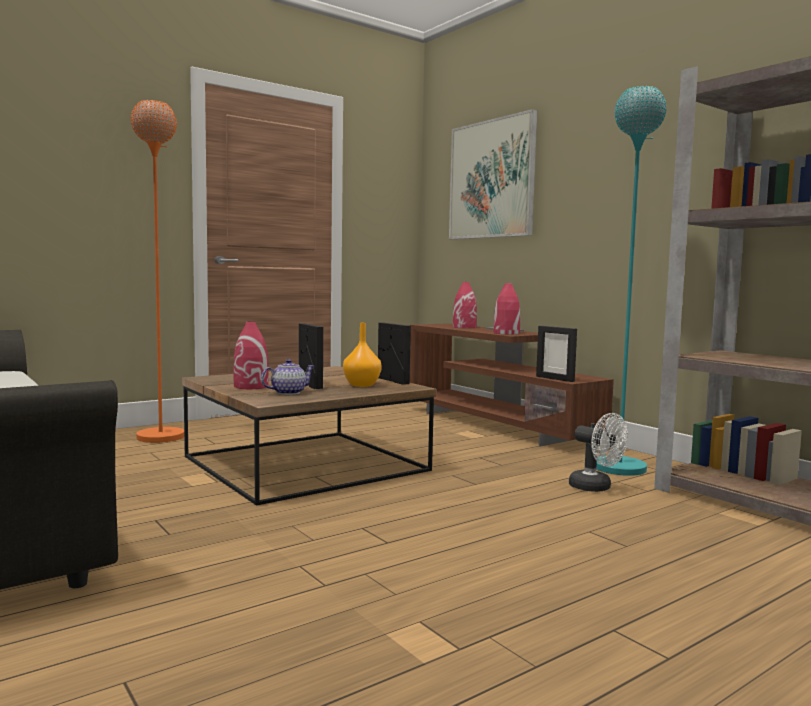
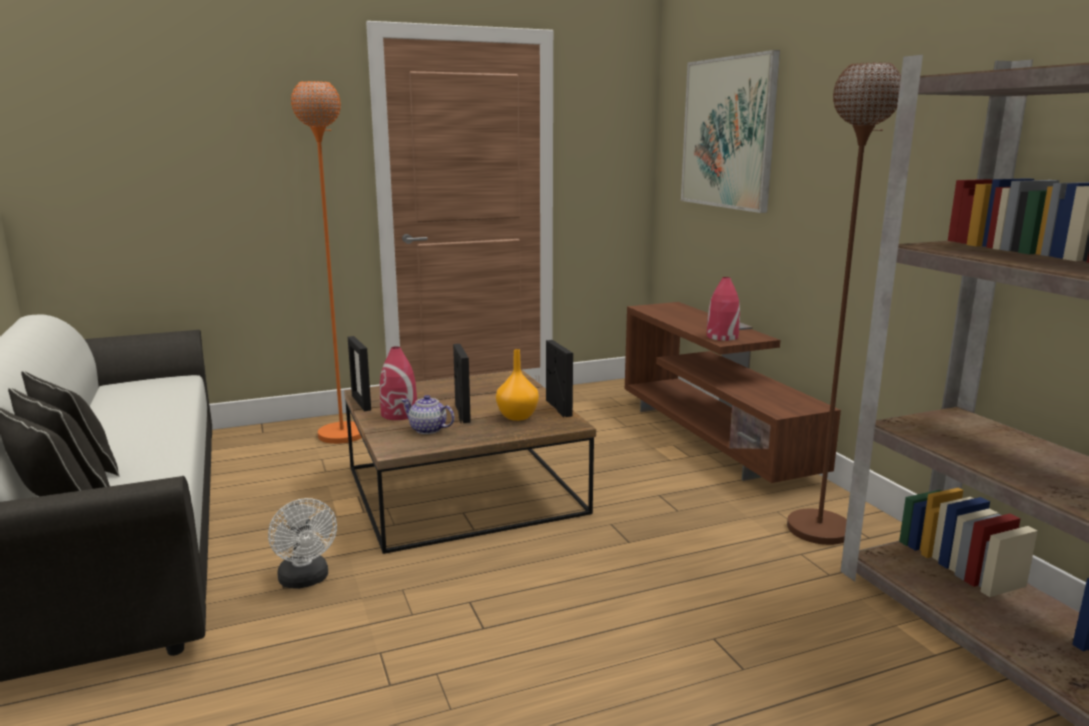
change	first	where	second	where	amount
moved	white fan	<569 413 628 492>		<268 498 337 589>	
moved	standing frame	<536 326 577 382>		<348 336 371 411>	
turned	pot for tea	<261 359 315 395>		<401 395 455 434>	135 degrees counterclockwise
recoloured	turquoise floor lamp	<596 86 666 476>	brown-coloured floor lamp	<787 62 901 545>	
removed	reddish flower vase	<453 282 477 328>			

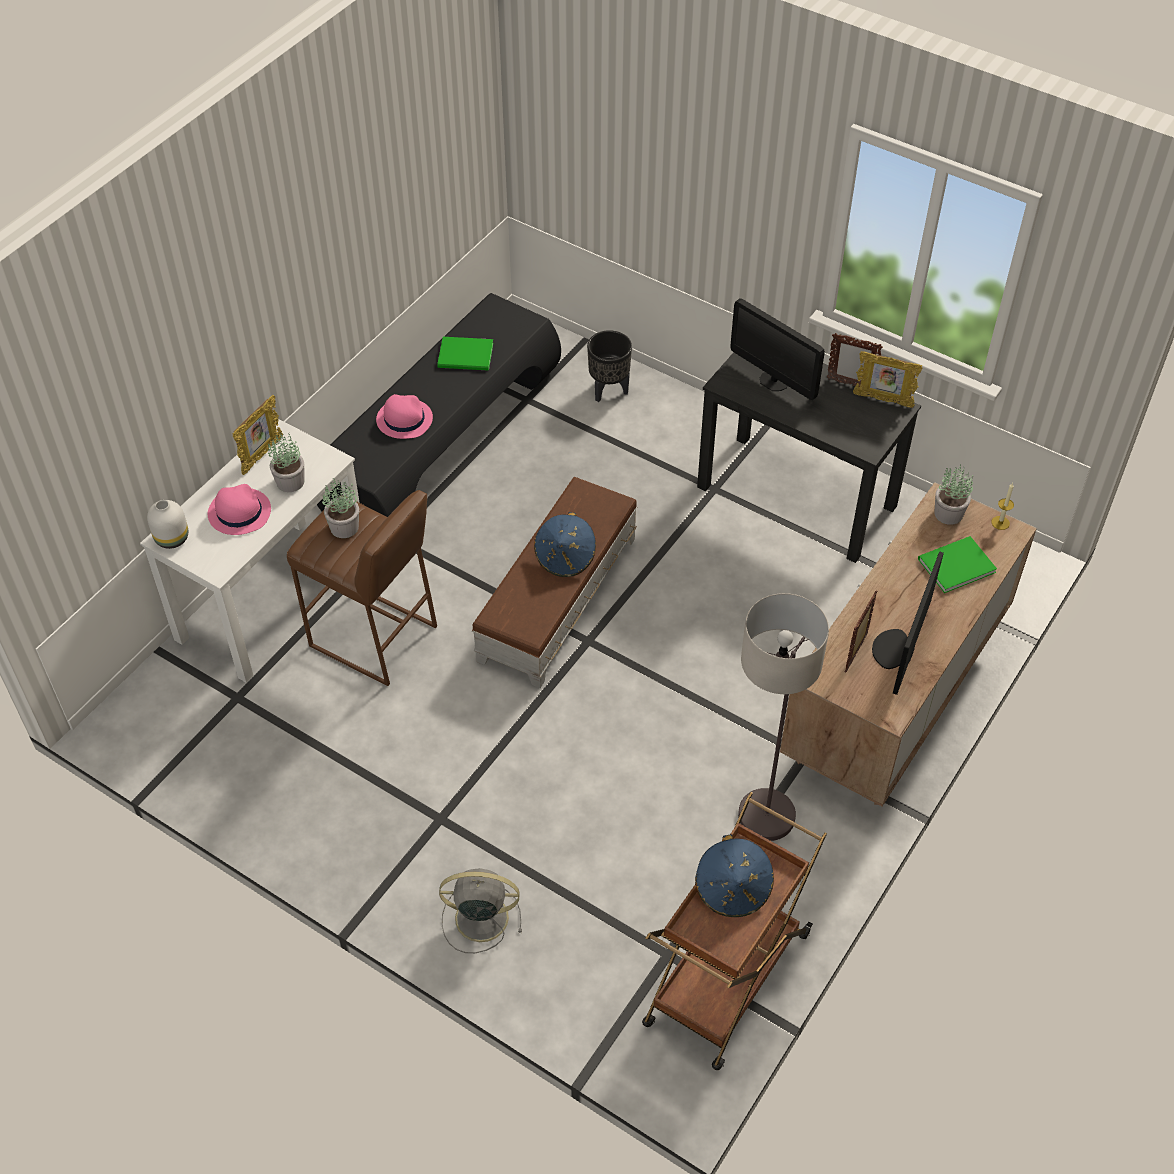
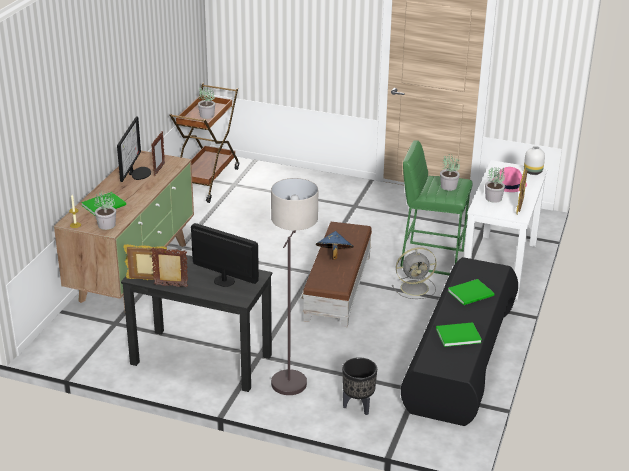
change	first	where	second	where	amount
replaced	blue-coloured clothing hat	<695 834 774 917>	plant in a pot	<198 86 215 119>	
moved	gray floor lamp	<738 593 829 841>		<271 178 318 395>	
moved	gray fan	<439 868 522 953>		<392 247 437 299>	
recoloured	brown-coloured stool seat	<287 490 437 686>	greenish stool seat	<400 140 473 275>	
replaced	pink clothing hat	<376 394 433 439>	greenish book	<448 279 494 305>	

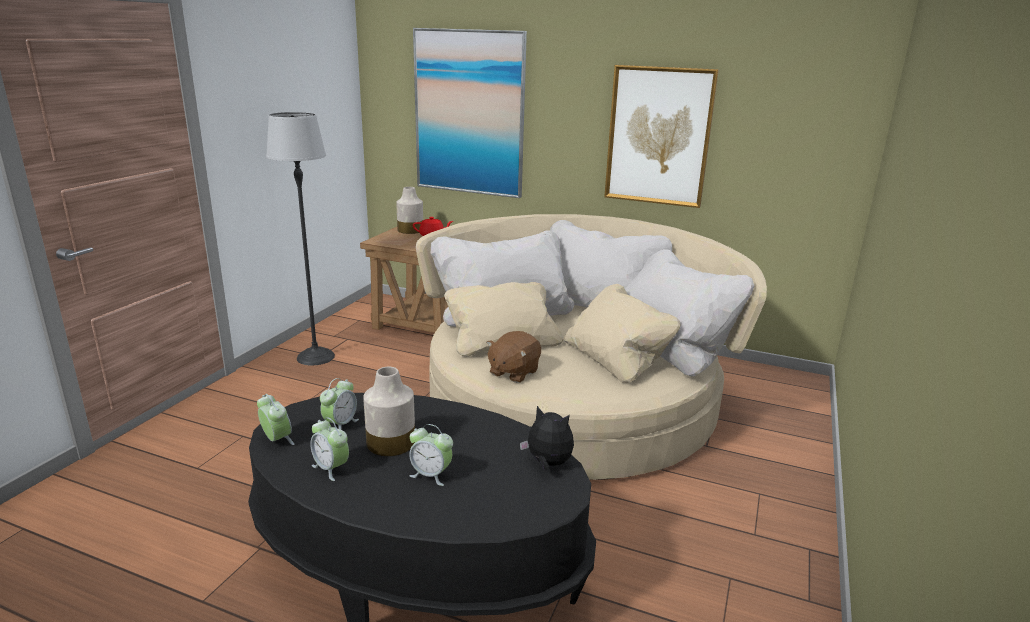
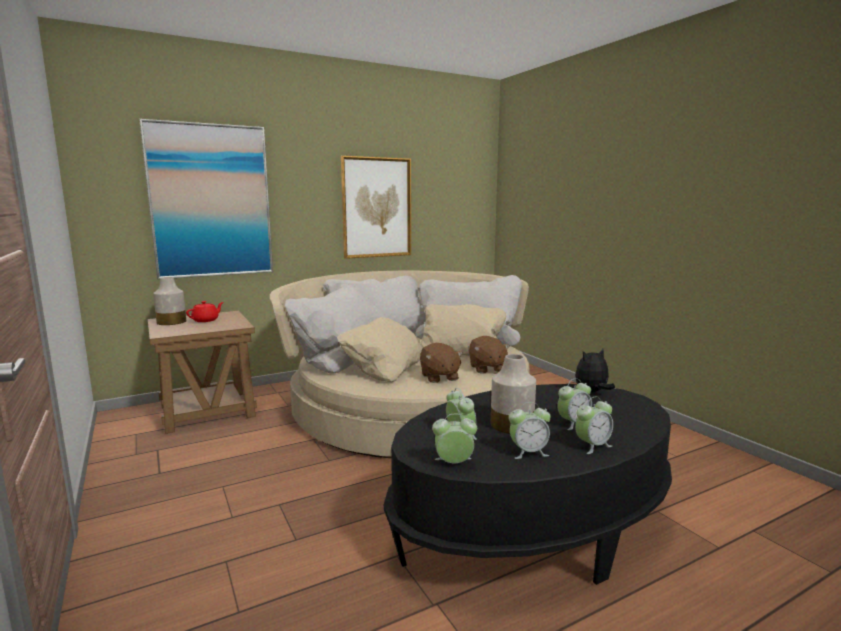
change	first	where	second	where	amount
added			brown-coloured soft toy	<469 336 510 374>	
added			bedside clock	<575 397 613 454>	
removed	floor lamp	<266 112 335 365>			

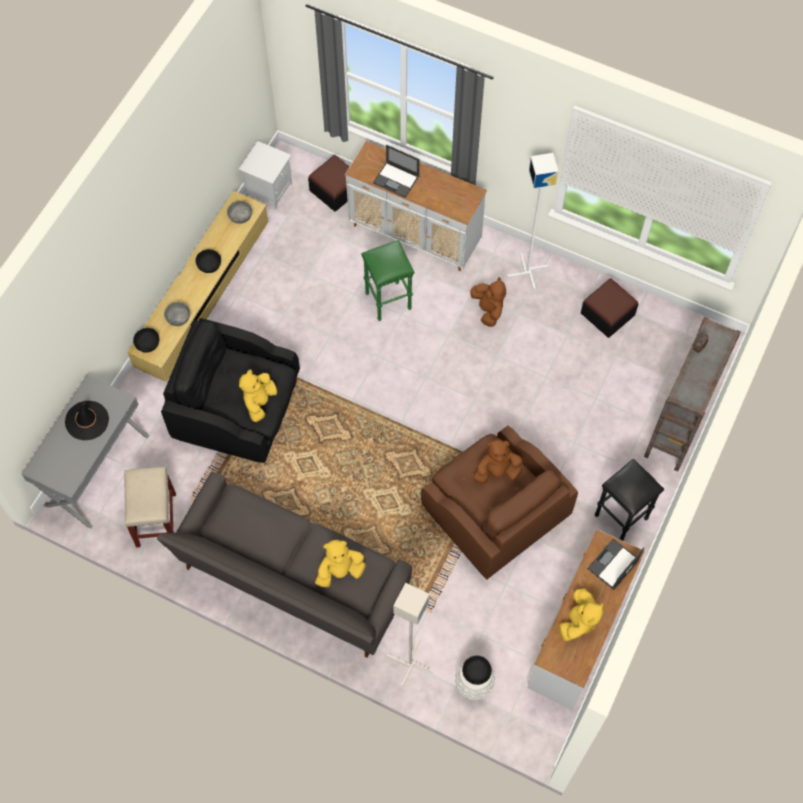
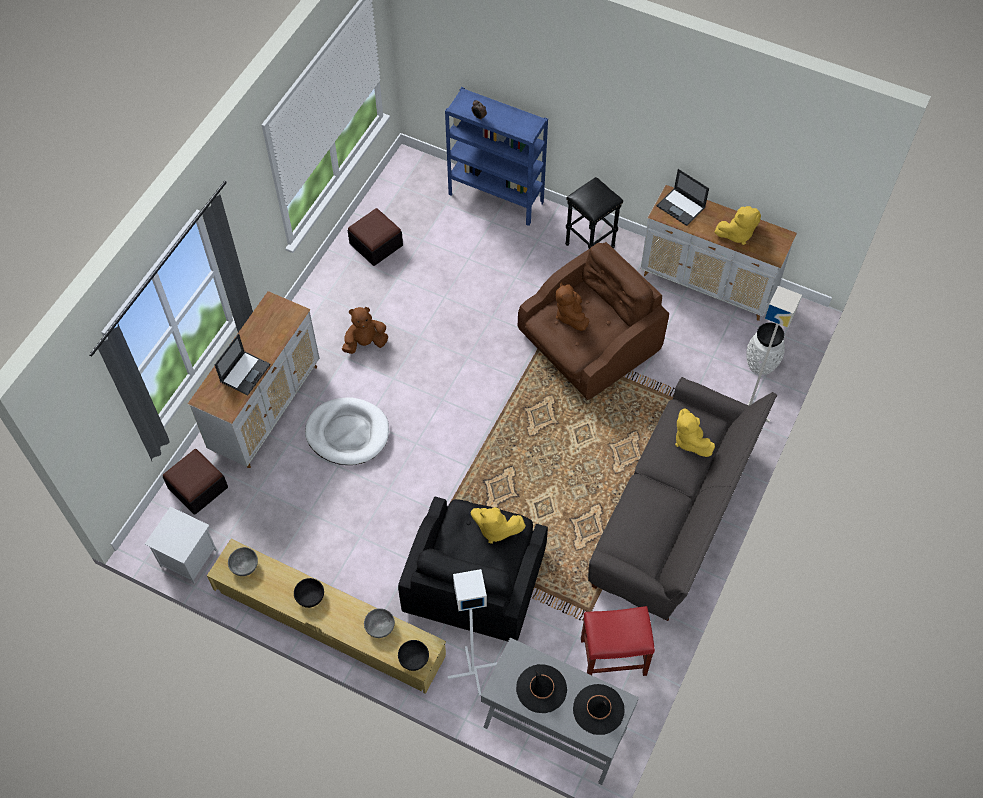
change	first	where	second	where	amount
replaced	greenish stool seat	<361 240 414 321>	white pet bed	<305 398 389 465>	
recoloured	gray shelving unit	<644 317 741 472>	blue-coloured shelving unit	<445 87 548 226>	
moved	white floor lamp	<507 153 559 290>		<448 569 498 696>	
added			black clothing hat	<573 684 624 735>	
recoloured	beige stool seat	<124 467 176 547>	reddish stool seat	<581 606 655 676>	
turned	yellowish soft toy	<559 588 603 641>		<714 206 761 245>	135 degrees clockwise

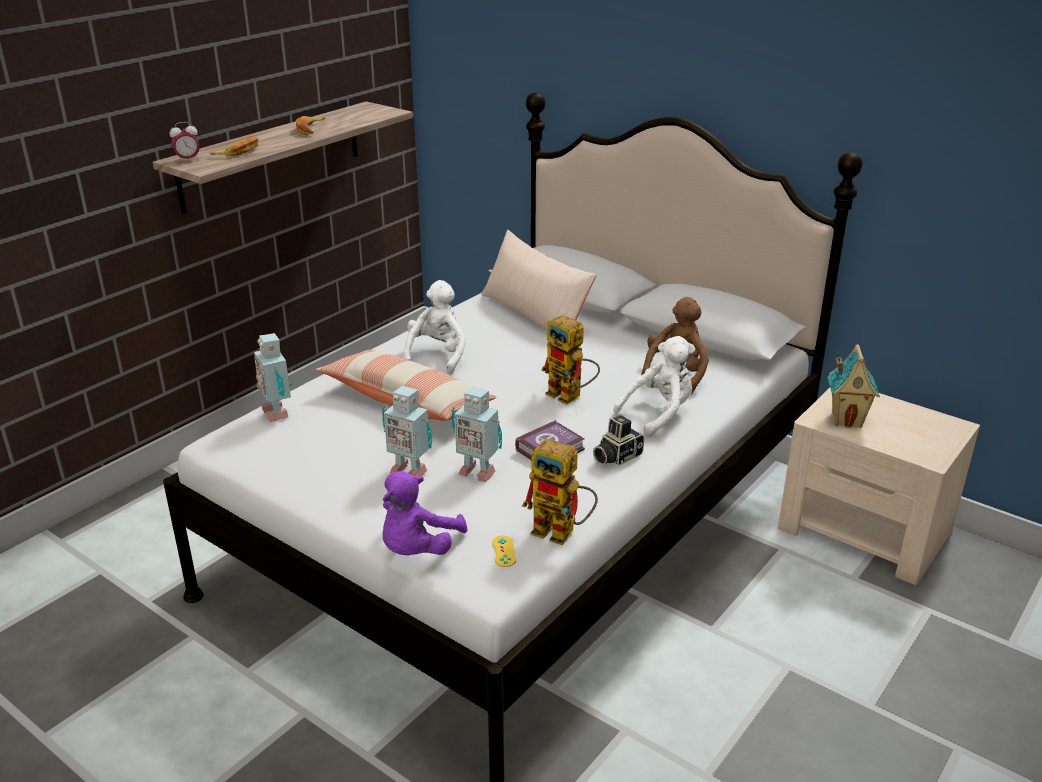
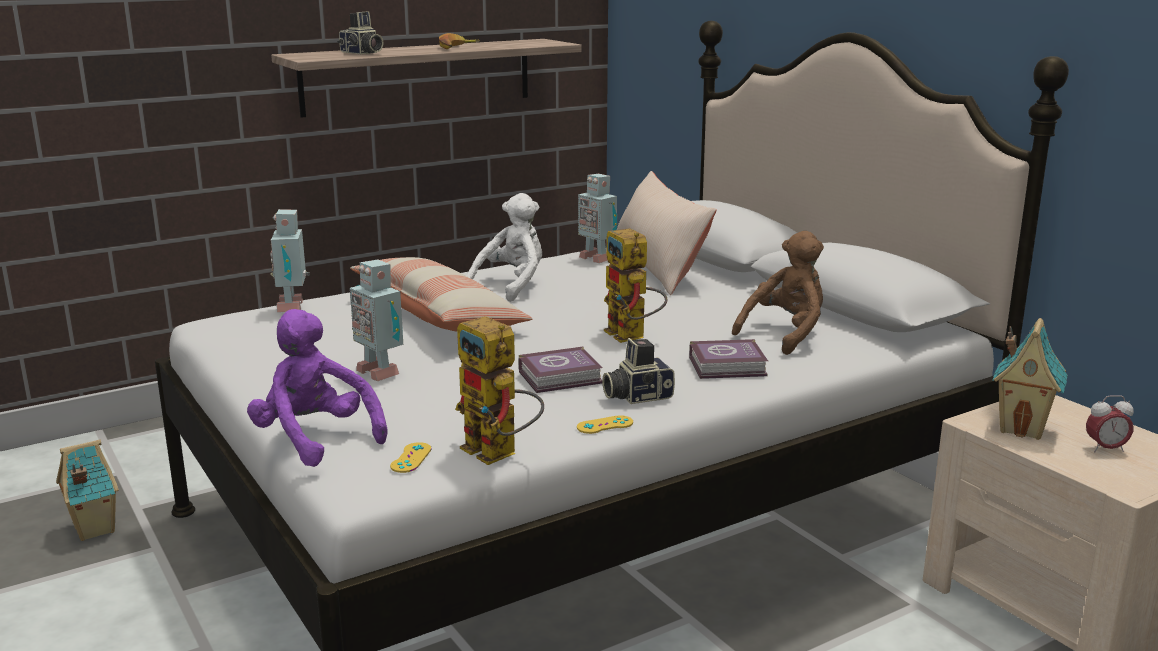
change	first	where	second	where	amount
added			model house	<56 440 119 541>	
turned	purple soft toy	<383 471 468 556>		<247 309 387 467>	90 degrees clockwise
replaced	banana	<209 136 258 156>	still camera	<337 11 383 54>	
added			yellowish game controller	<577 415 633 434>	
moved	toy robot	<452 387 502 482>		<578 174 617 263>	
replaced	white soft toy	<613 336 695 438>	book	<689 339 768 379>	
moved	bedside clock	<170 122 199 161>		<1086 395 1134 452>	

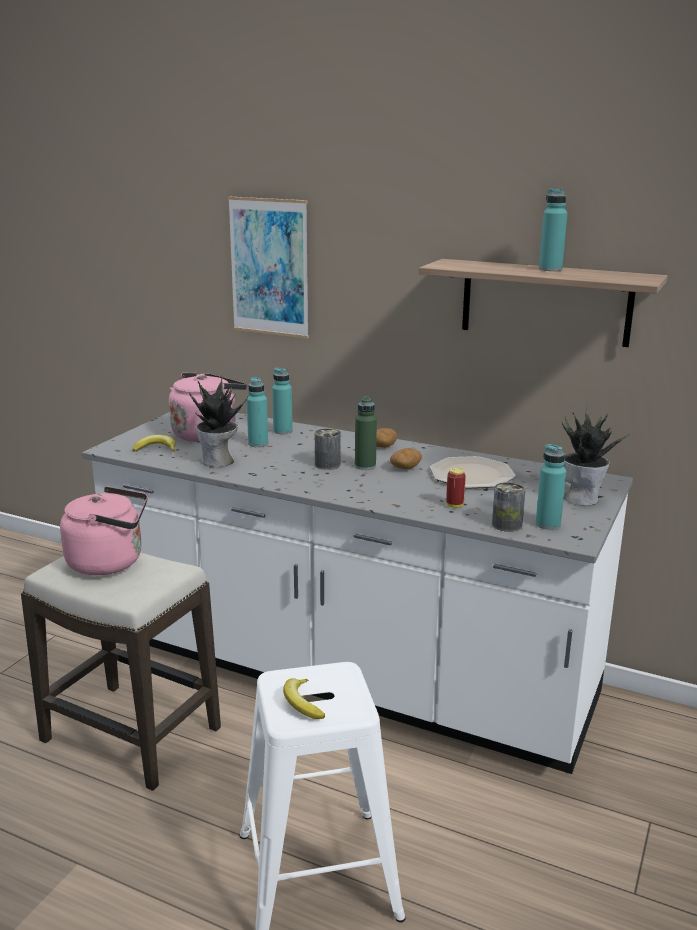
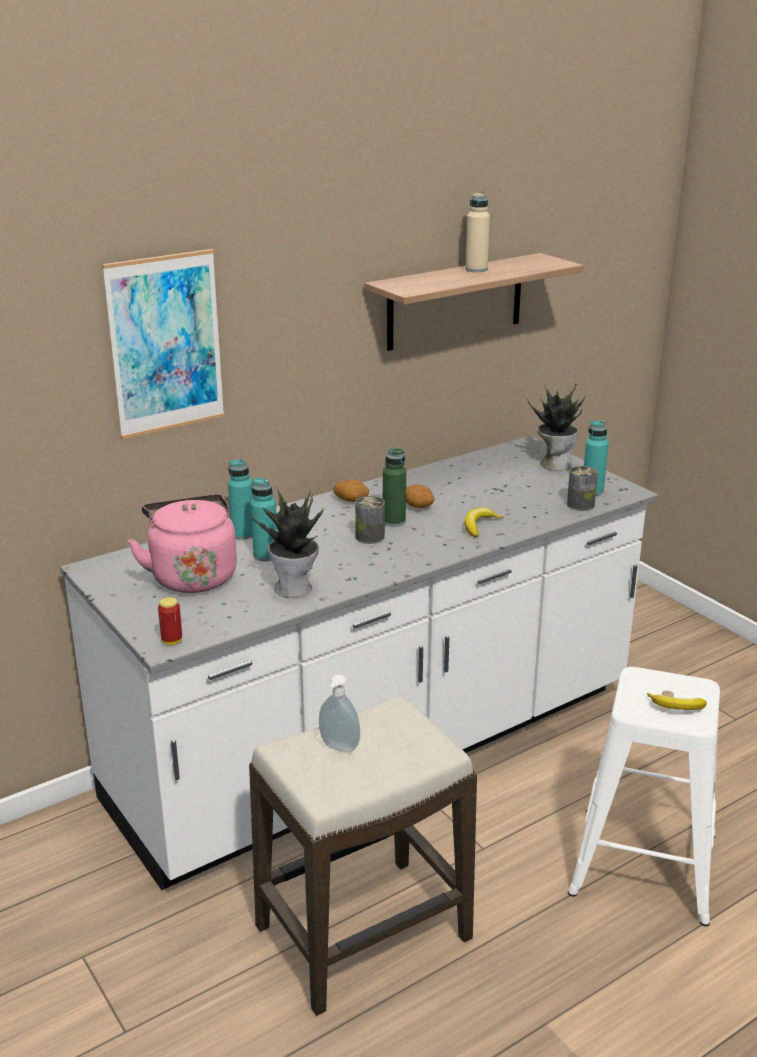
change	first	where	second	where	amount
moved	sealed can	<446 468 466 508>		<158 597 182 645>	
replaced	pink water kettle	<60 486 148 575>	soap bottle	<319 674 360 753>	
recoloured	turquoise drink bottle	<539 188 568 271>	beige drink bottle	<465 192 490 272>	
moved	banana	<133 435 175 452>		<465 507 504 537>	
removed	plate	<430 456 516 489>			

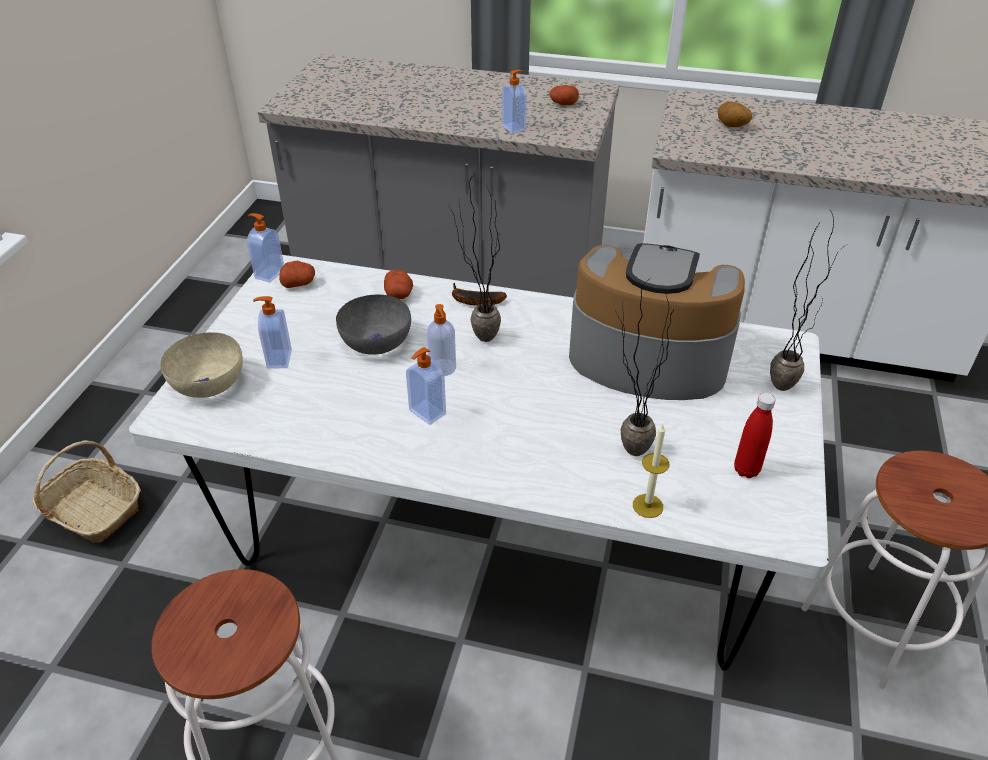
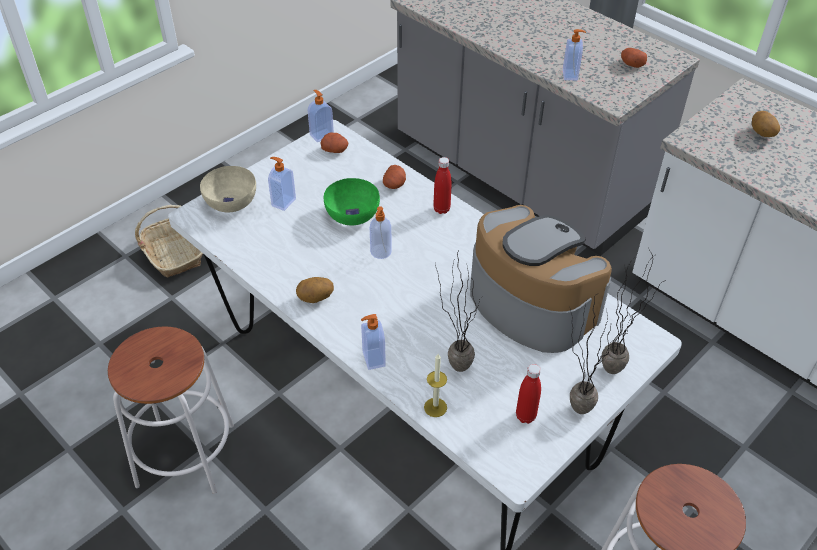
change	first	where	second	where	amount
added			potato	<296 277 334 303>	
recoloured	gray deep dish	<336 294 411 355>	greenish deep dish	<324 178 380 225>	
moved	soap bottle	<406 347 446 425>		<361 314 386 370>	
replaced	banana	<452 283 507 306>	reddish drink bottle	<433 157 452 214>	
moved	plant in a pot	<448 175 501 342>		<570 294 615 414>	

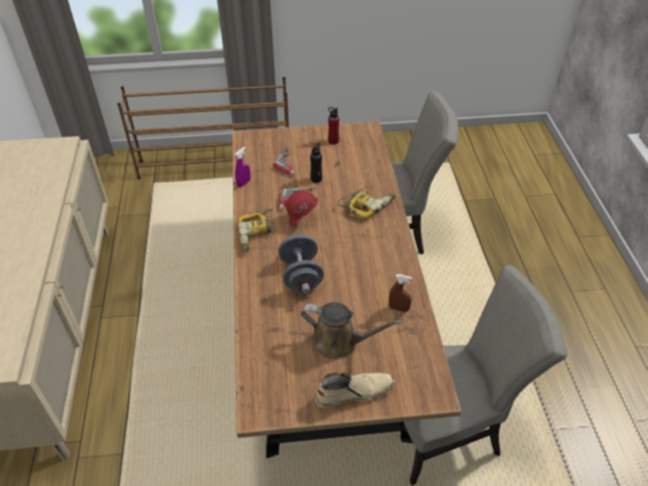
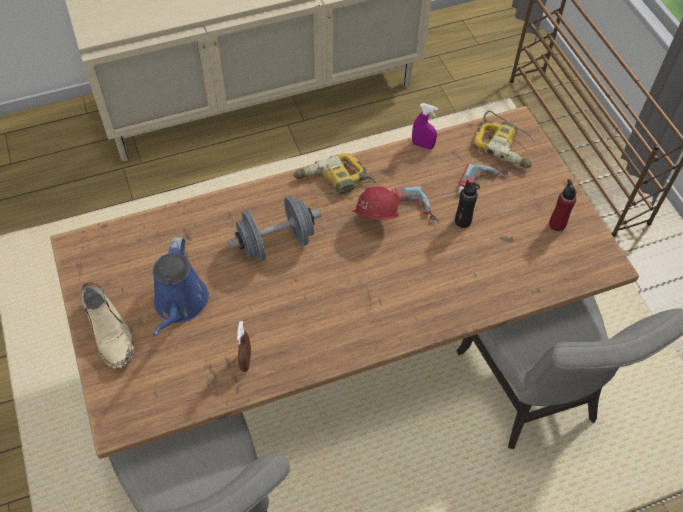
change	first	where	second	where	amount
recoloured	brown-coloured watering can	<301 302 402 360>	blue-coloured watering can	<153 237 209 336>	
moved	drill	<337 186 396 218>		<474 111 535 168>	

